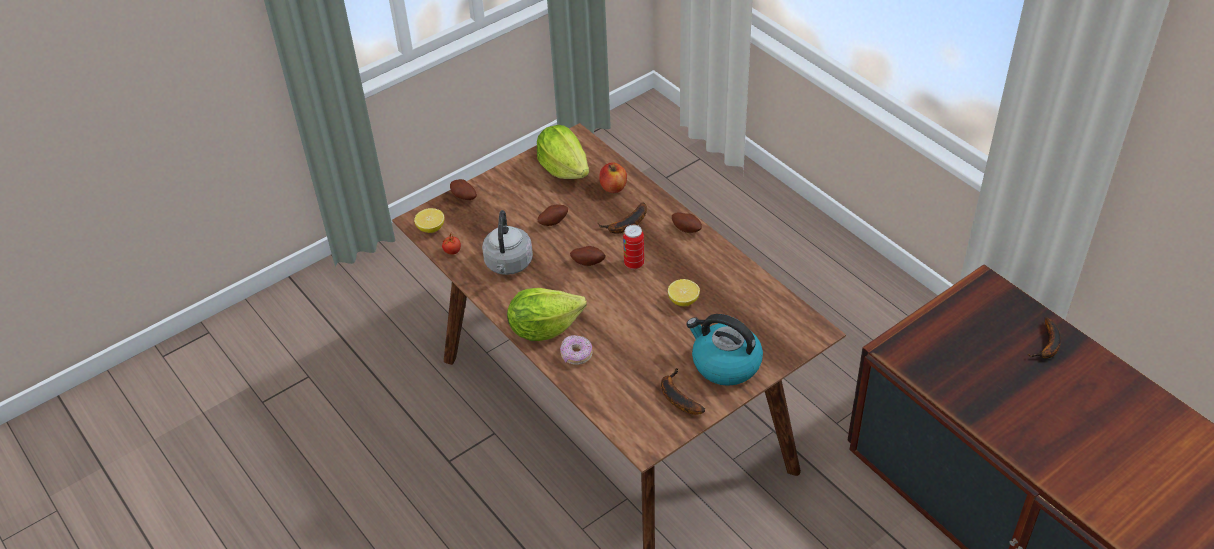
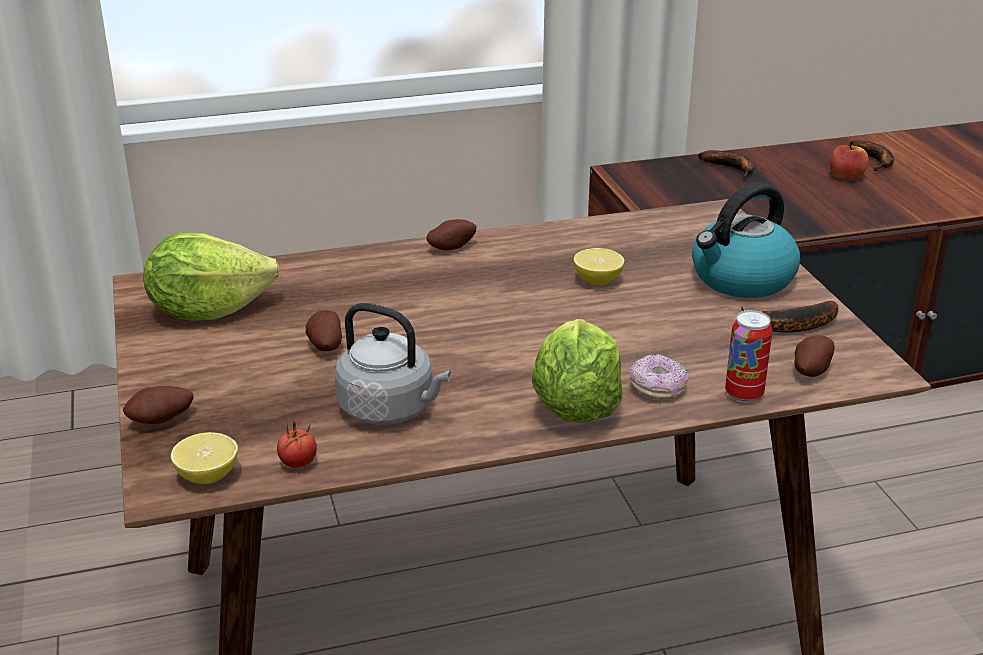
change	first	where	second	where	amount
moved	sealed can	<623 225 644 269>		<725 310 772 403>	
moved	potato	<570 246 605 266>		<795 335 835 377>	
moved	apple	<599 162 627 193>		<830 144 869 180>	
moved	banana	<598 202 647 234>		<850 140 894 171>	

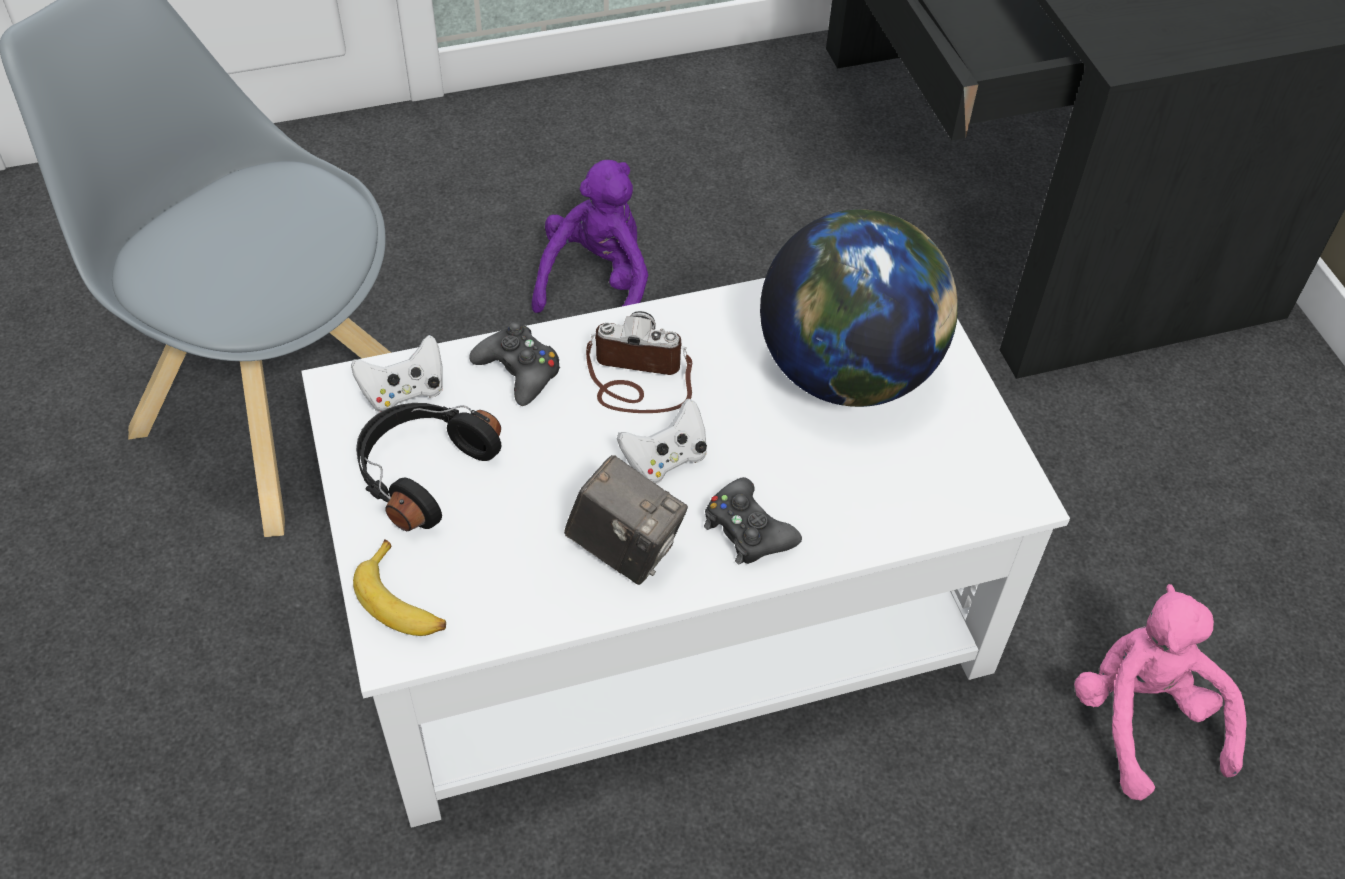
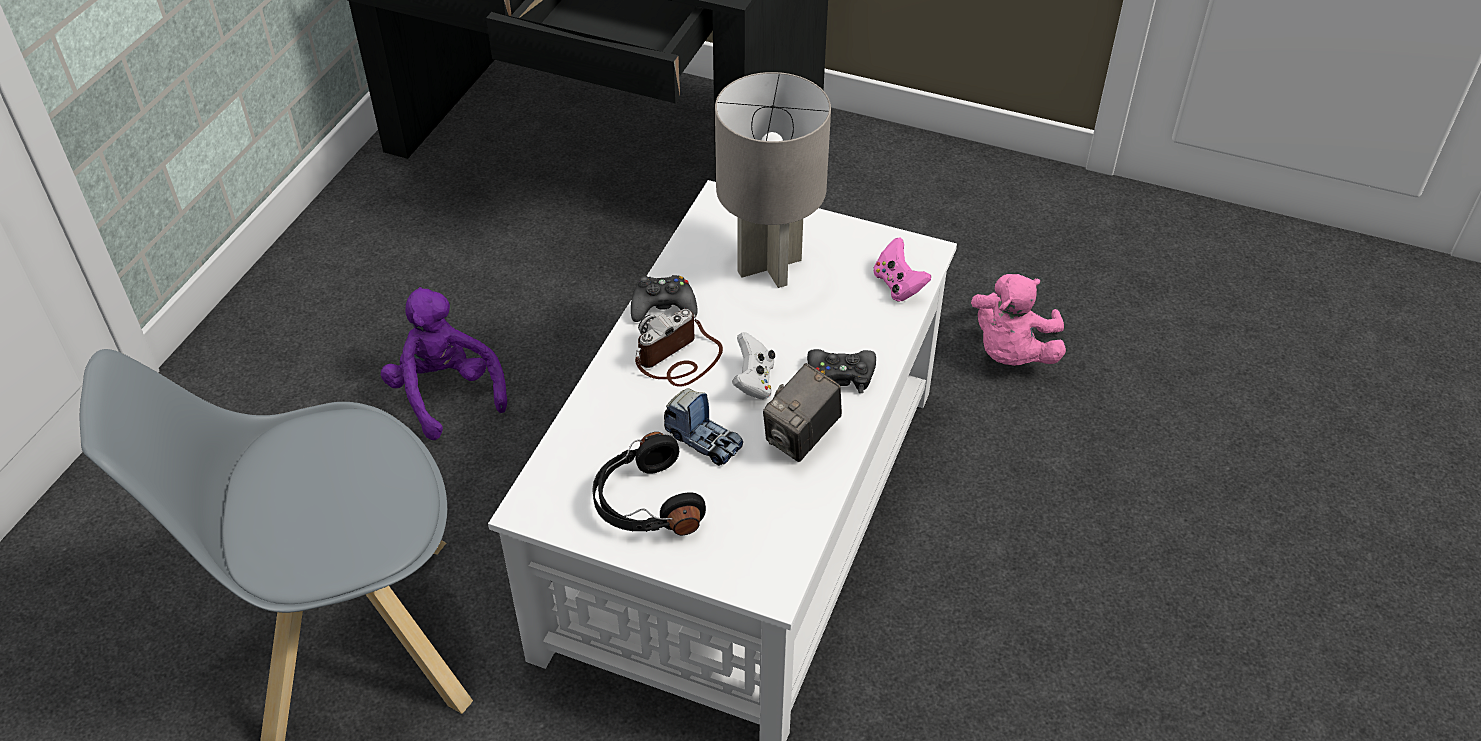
change	first	where	second	where	amount
moved	black game controller	<469 322 560 406>		<631 275 697 322>	
added			toy lorry	<664 388 743 465>	
replaced	globe	<760 209 958 407>	gray lamp for a table	<715 72 831 288>	
turned	still camera	<564 455 688 585>		<763 363 842 462>	150 degrees clockwise
added			pink game controller	<874 237 931 301>	
turned	pink soft toy	<1074 584 1246 800>		<971 274 1066 366>	90 degrees counterclockwise
removed	white game controller	<351 335 443 413>			
removed	banana	<353 539 446 636>			

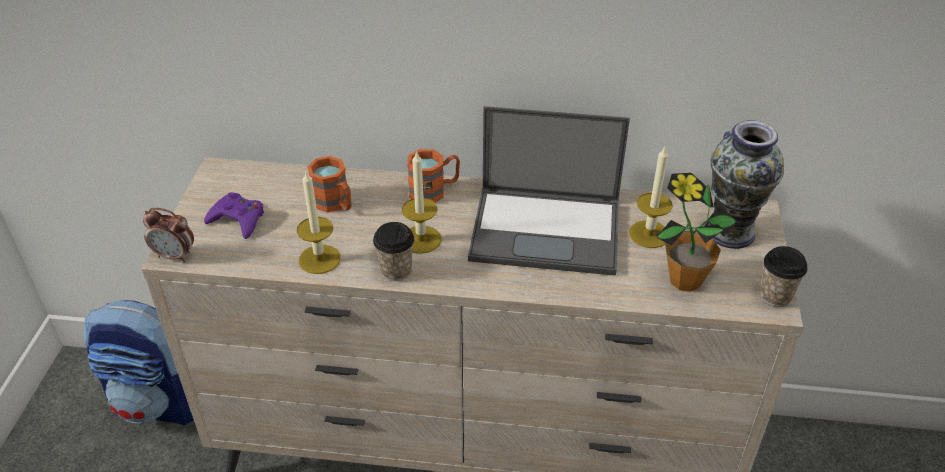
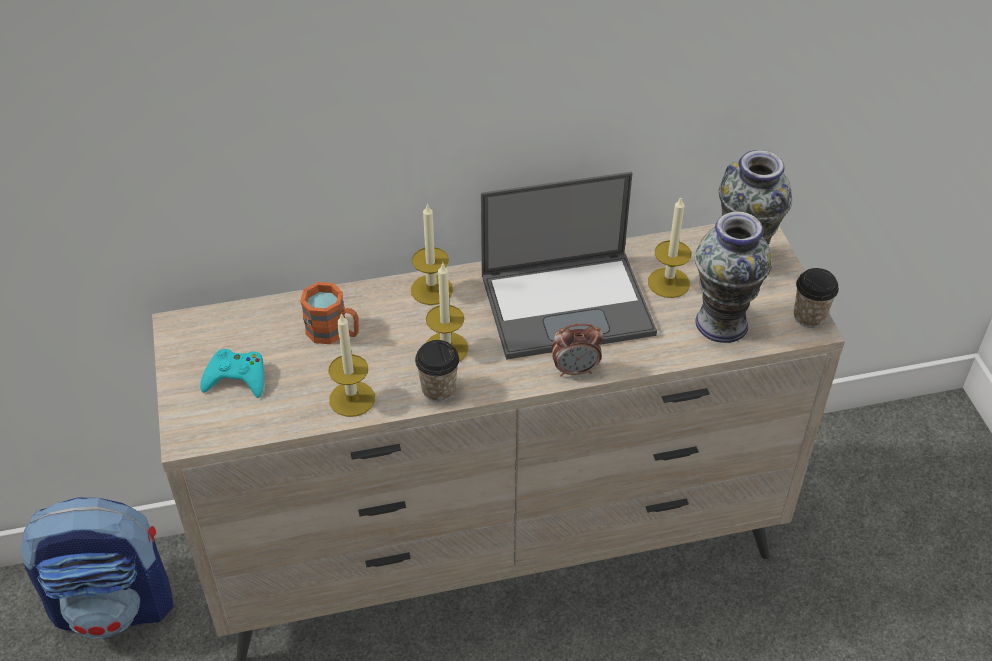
change	first	where	second	where	amount
recoloured	purple game controller	<204 192 264 239>	turquoise game controller	<200 349 264 398>	
replaced	orange-coloured tea mug	<407 149 460 203>	wax candle	<411 203 453 305>	
moved	bedside clock	<143 208 194 262>		<552 323 603 377>	
replaced	plant in a pot	<656 173 737 292>	flower vase	<695 212 772 343>	

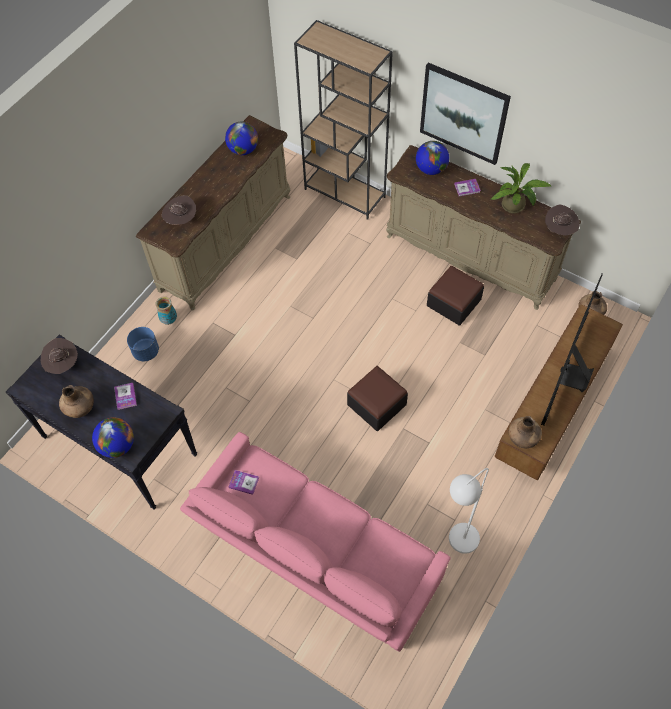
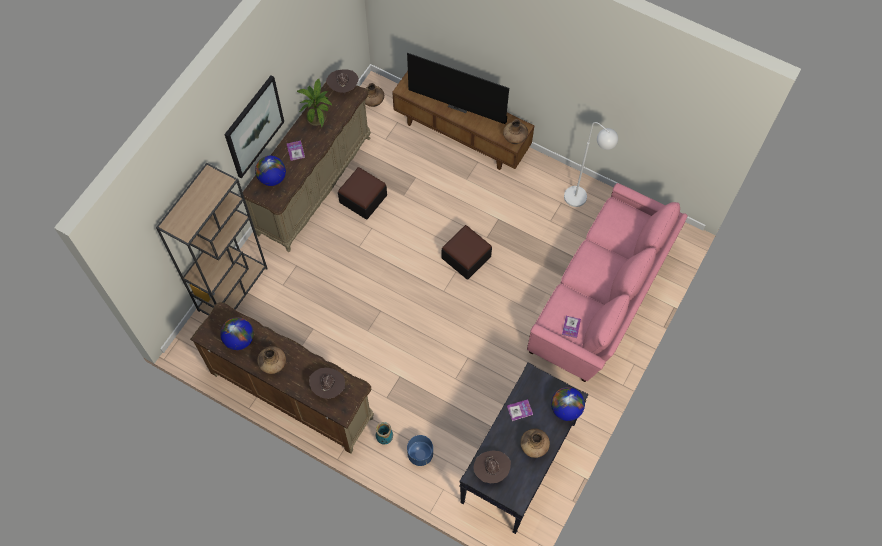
change	first	where	second	where	amount
added			brown-coloured flower vase	<257 346 286 374>	

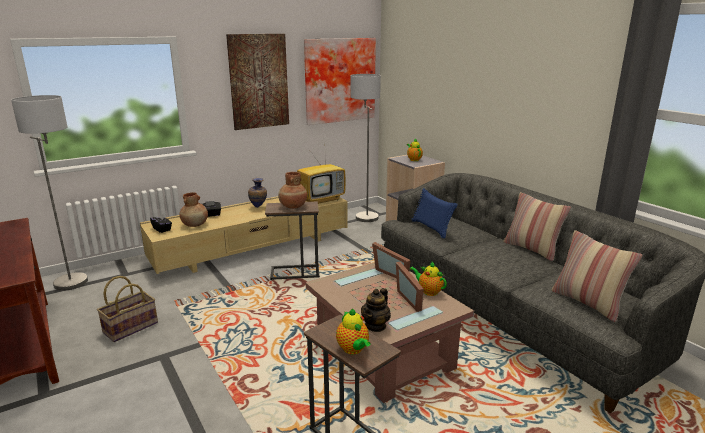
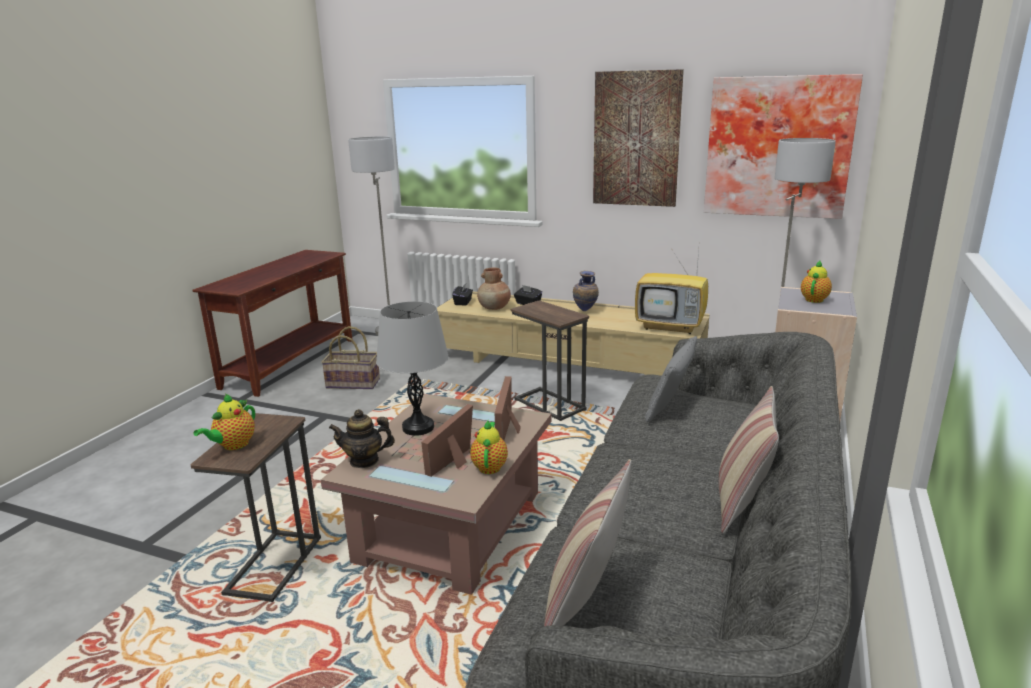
change	first	where	second	where	amount
added			gray lamp for a table	<376 301 449 436>	
recoloured	blue-coloured cushion	<411 188 458 239>	gray cushion	<645 336 697 422>	
removed	brown-coloured flower vase	<278 172 307 208>			

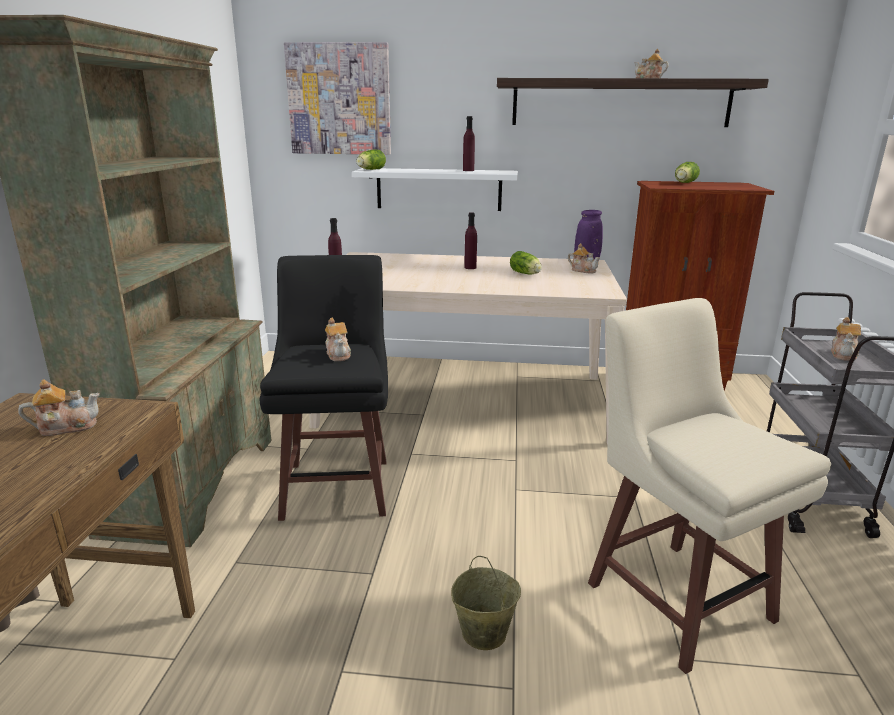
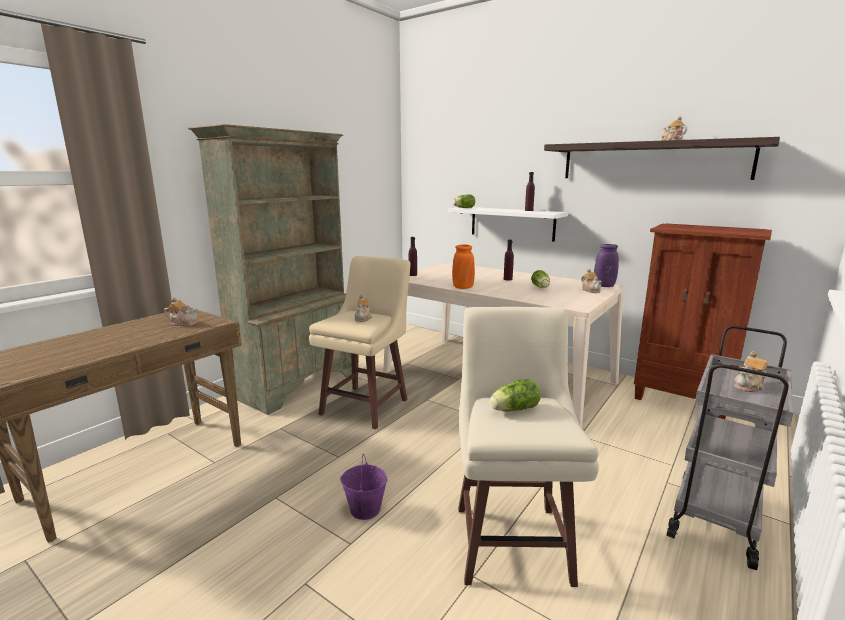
change	first	where	second	where	amount
recoloured	black stool seat	<260 255 388 521>	beige stool seat	<309 256 411 430>	
recoloured	beige water bucket	<451 556 521 650>	purple water bucket	<340 454 388 520>	
added			orange-coloured flower vase	<452 245 475 289>	
moved	head of lettuce	<675 162 700 183>		<490 379 541 412>	
removed	wall picture	<284 42 391 155>			

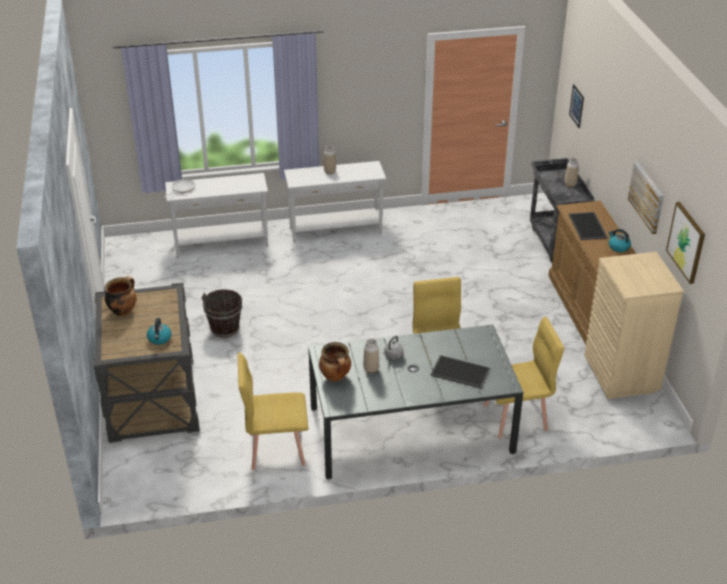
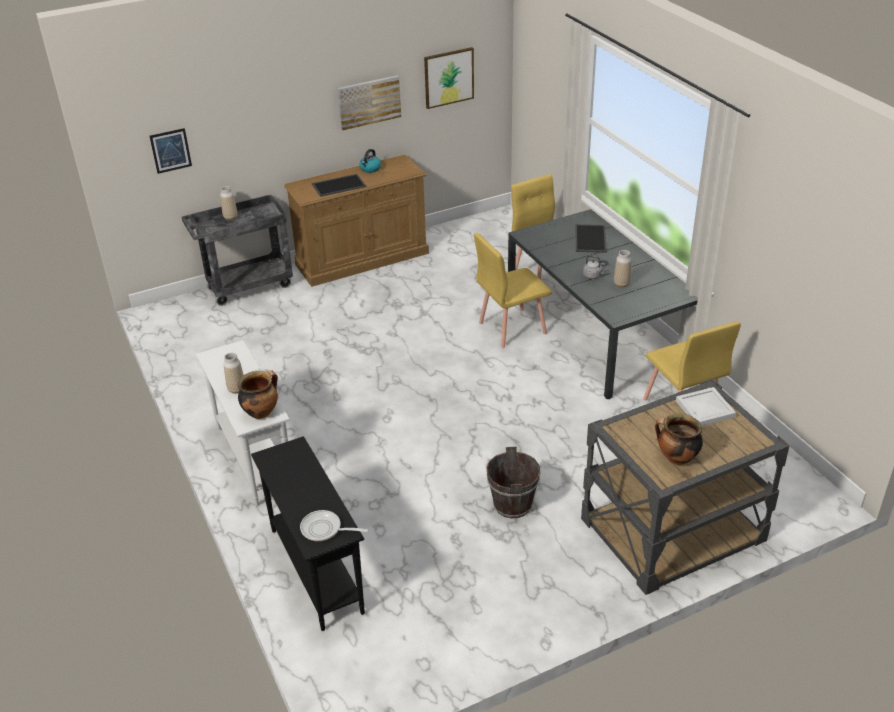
change	first	where	second	where	amount
moved	saucepot	<319 342 351 382>		<238 370 278 419>	
recoloured	white narrow table	<165 173 268 256>	black narrow table	<251 436 365 631>	
replaced	water kettle	<147 318 171 345>	white carrying tray	<676 387 736 426>	
removed	beige chest of drawers	<584 252 684 399>			

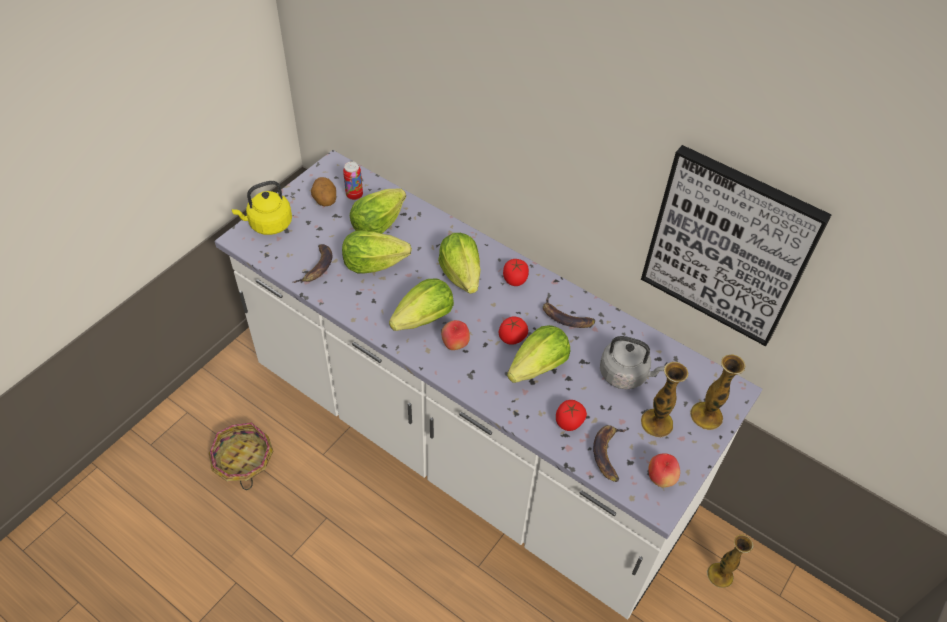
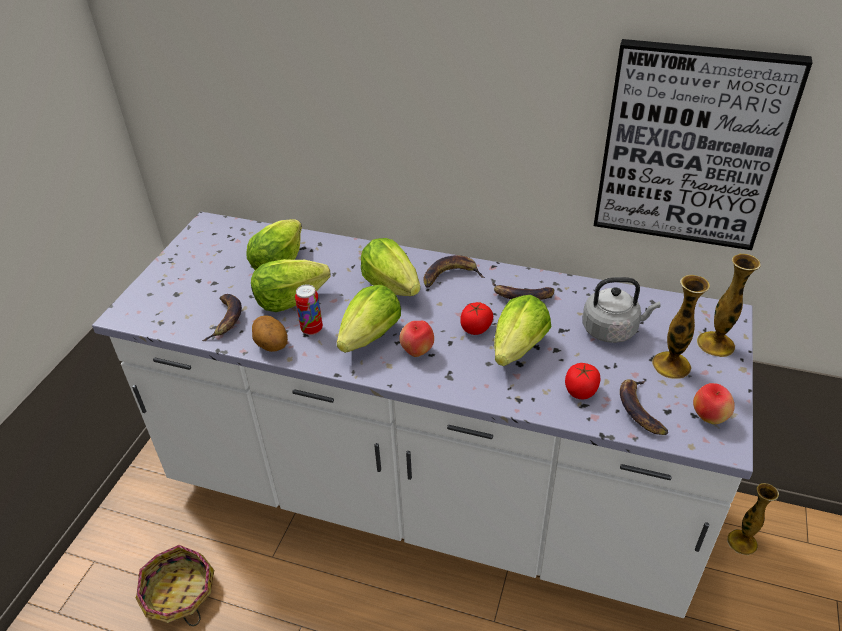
change	first	where	second	where	amount
moved	potato	<311 177 336 206>		<252 315 288 352>	
moved	sealed can	<343 161 363 200>		<295 284 323 335>	
replaced	whole tomato	<503 259 529 286>	banana	<423 255 485 288>	
removed	yellowish water kettle	<232 181 292 235>			

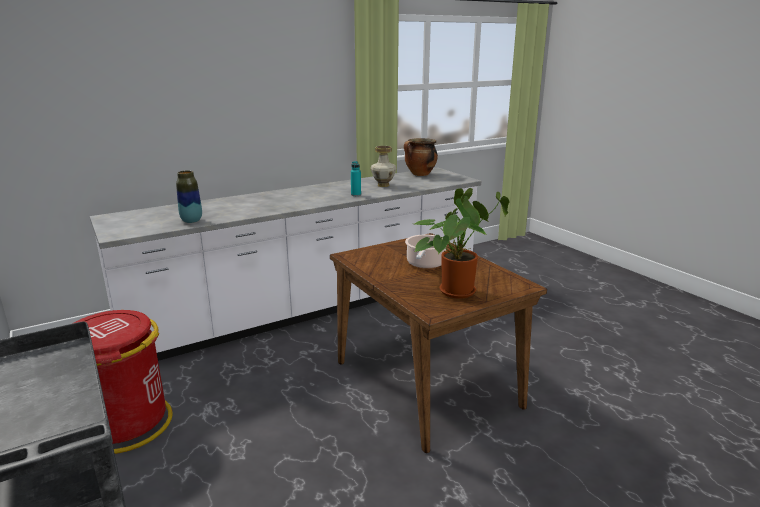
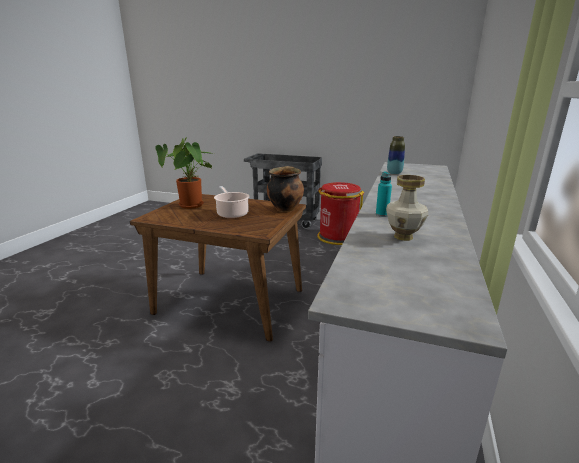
change	first	where	second	where	amount
moved	saucepot	<404 138 438 176>		<267 166 304 212>	

